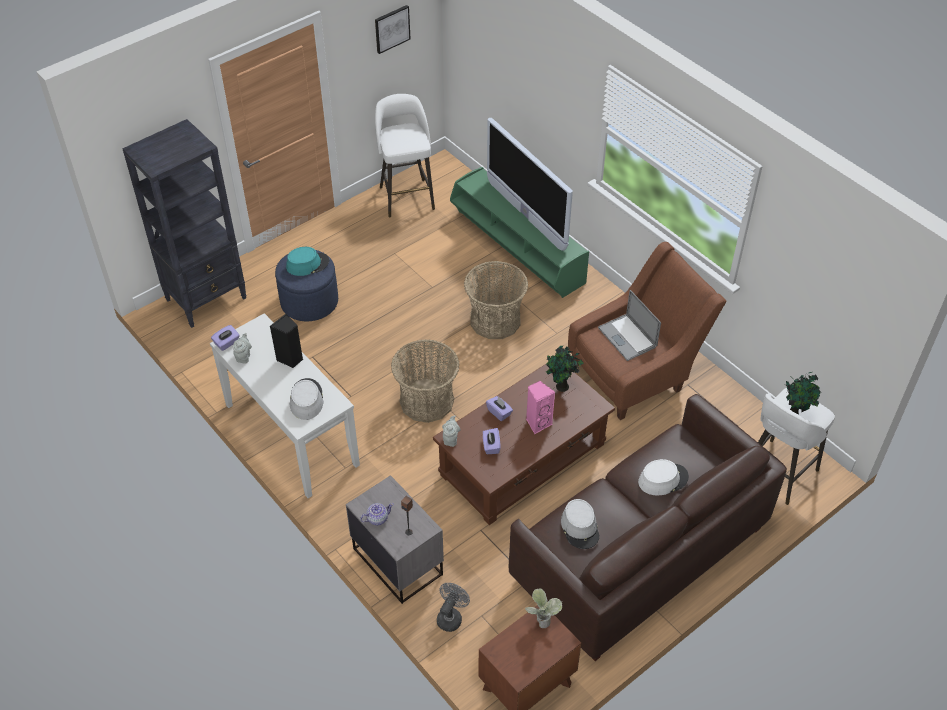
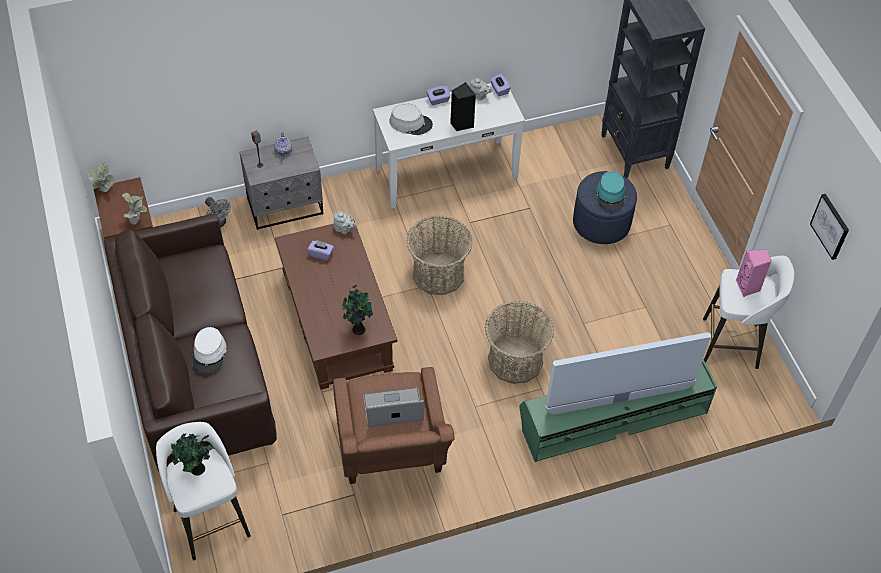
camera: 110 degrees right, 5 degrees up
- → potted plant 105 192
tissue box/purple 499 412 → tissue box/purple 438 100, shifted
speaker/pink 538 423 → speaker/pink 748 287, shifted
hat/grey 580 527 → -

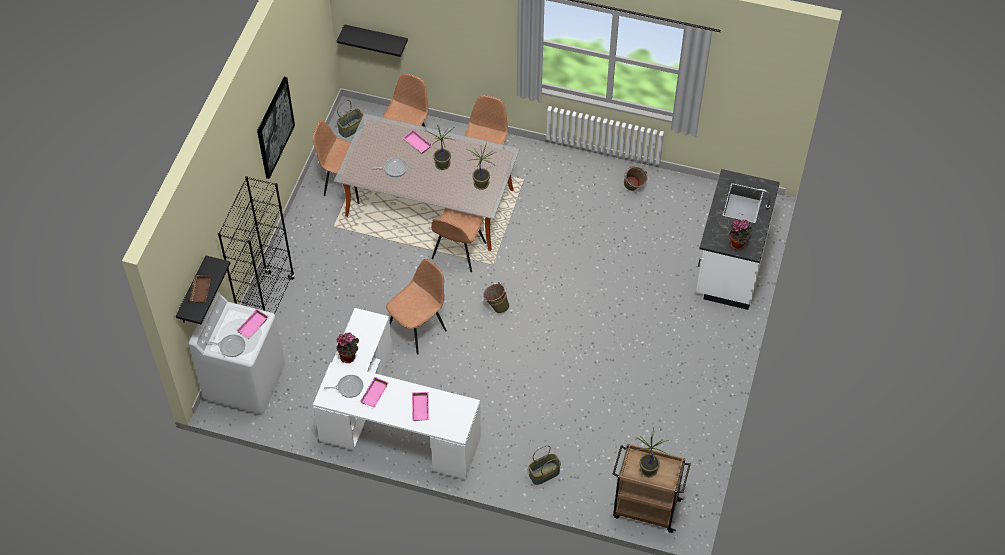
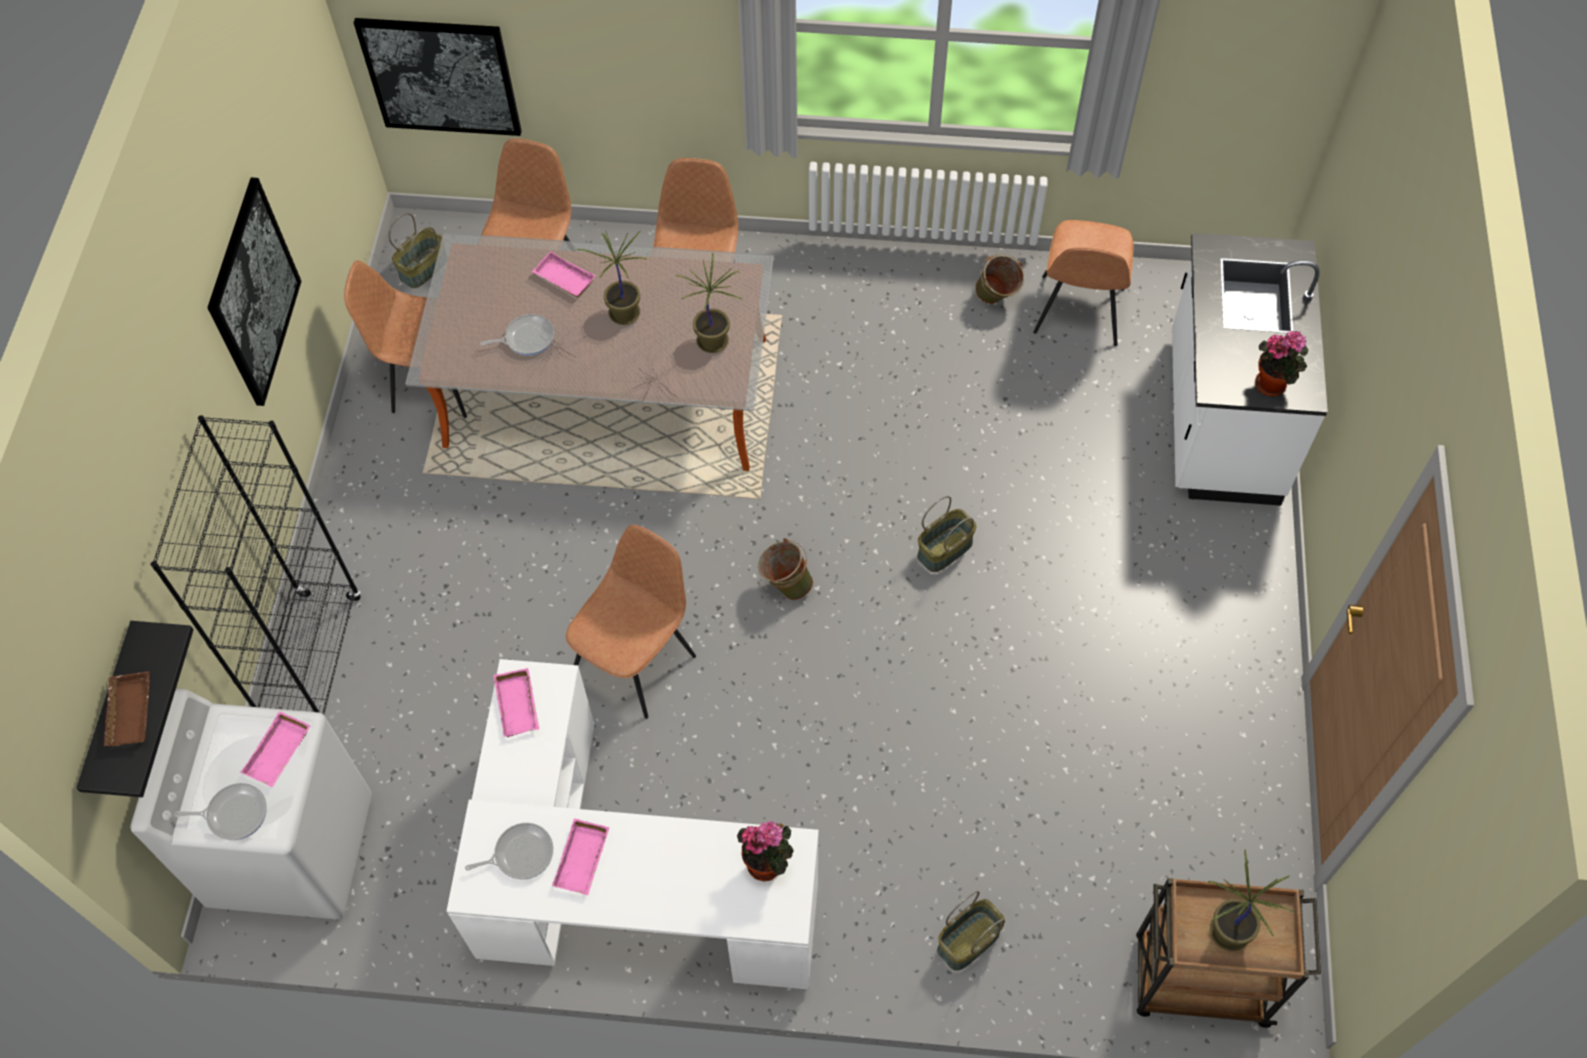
camera: 10 degrees left, 5 degrees up
shelf/black 376 38 → picture 441 76
tray/pink 421 408 → tray/pink 519 706, shifted
potted plant 349 356 → potted plant 768 863, shifted
- → basket 944 548
chair/brown 458 252 → chair/brown 1078 313, shifted

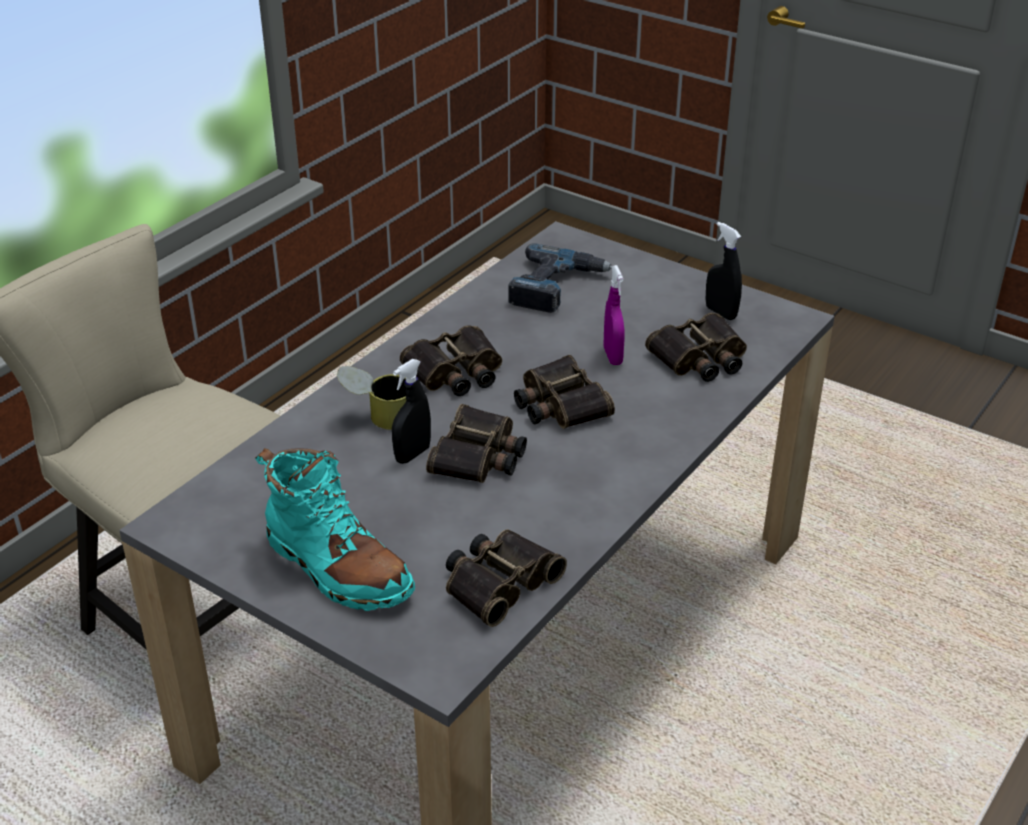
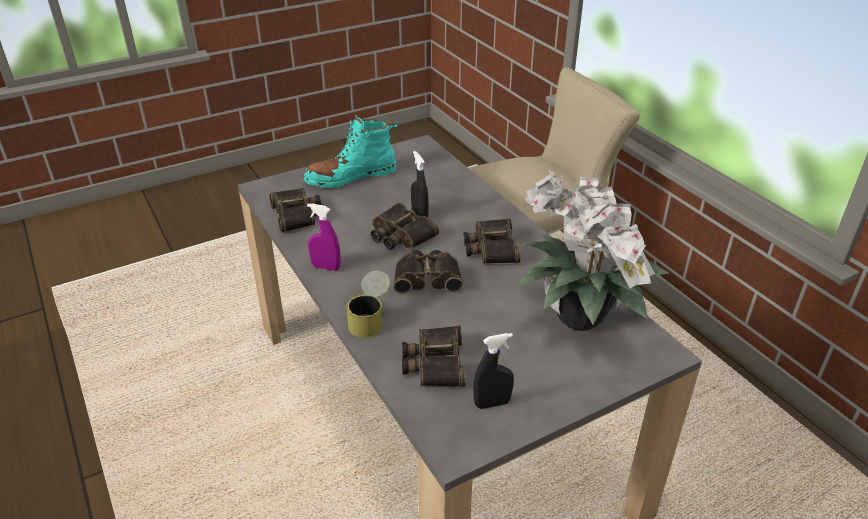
camera: 115 degrees right, 0 degrees up
spray bottle/purple 612 356 → spray bottle/purple 326 267, shifted
can 379 416 → can 370 319, shifted
power drill 556 287 → potted plant 580 323

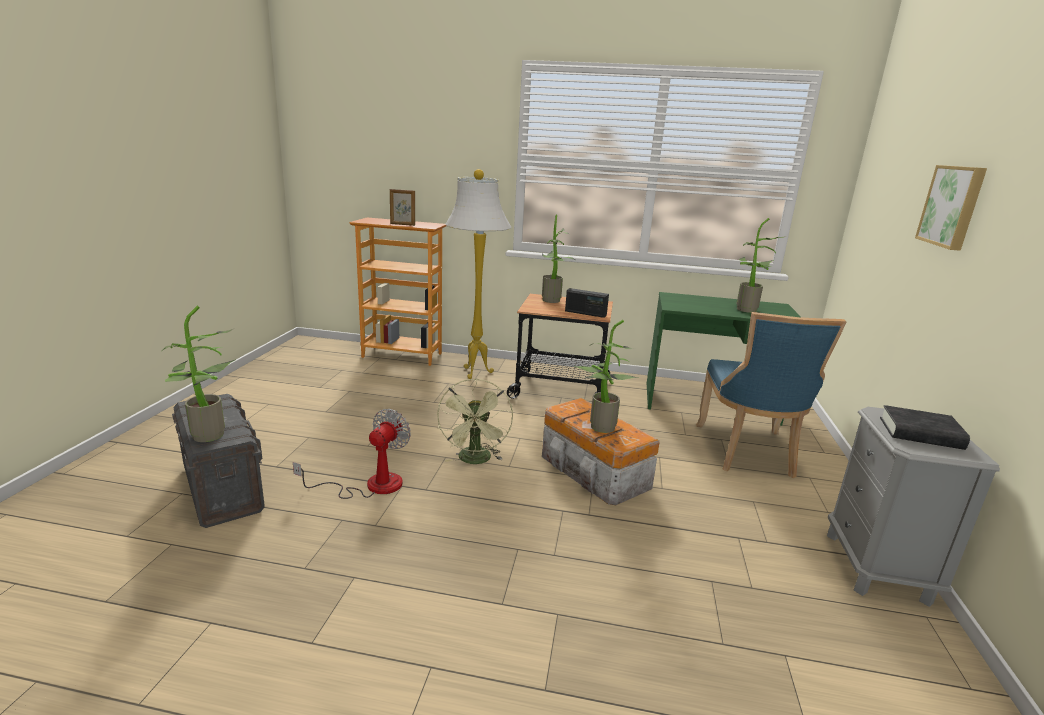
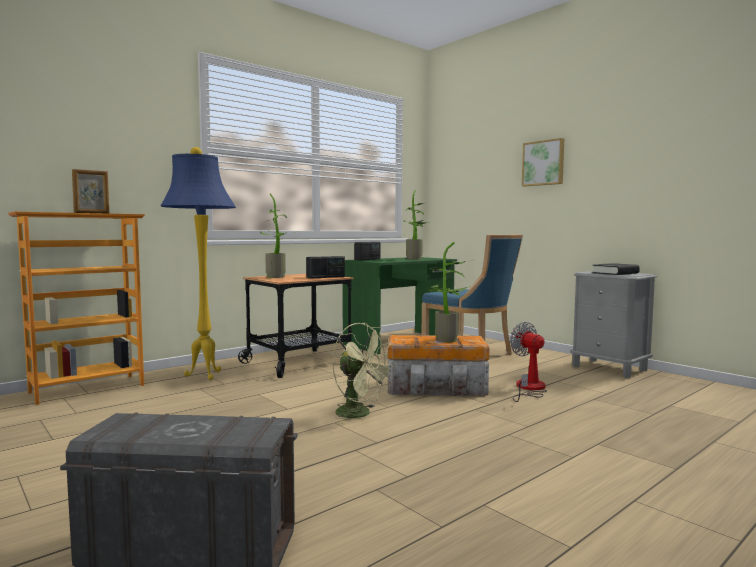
camera: 50 degrees left, 15 degrees down
floor lamp/white 474 373 → floor lamp/blue 203 376
- → radio 367 259
fan 370 485 → fan 529 389, shifted
potted plant 207 437 → -

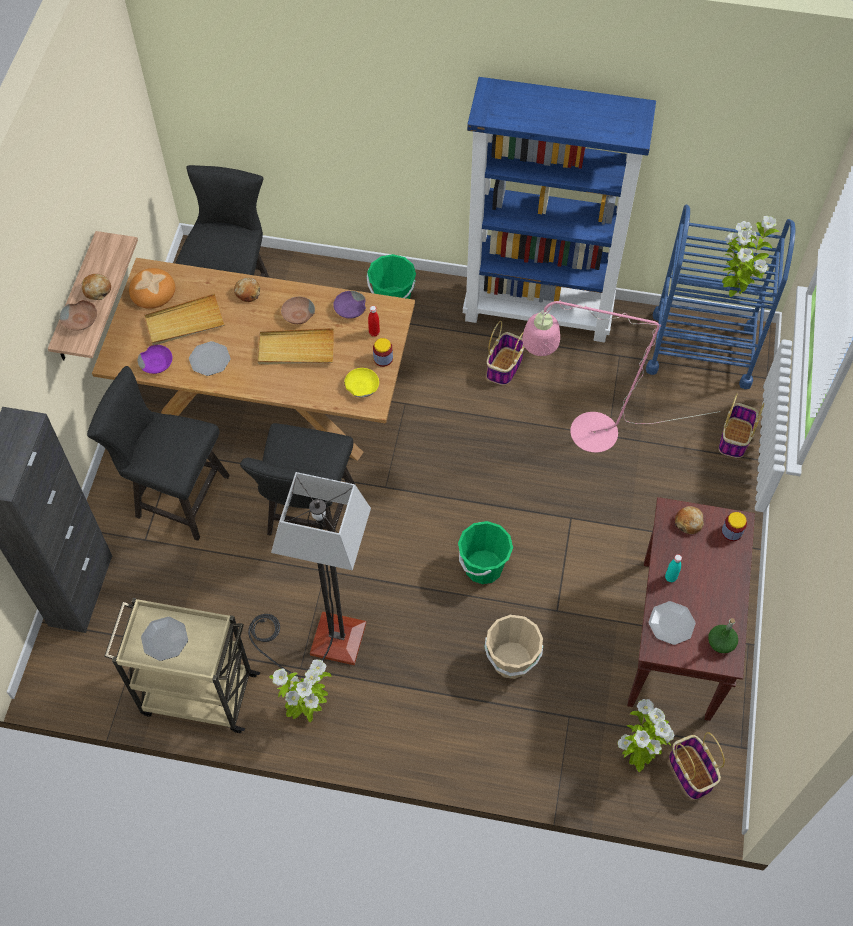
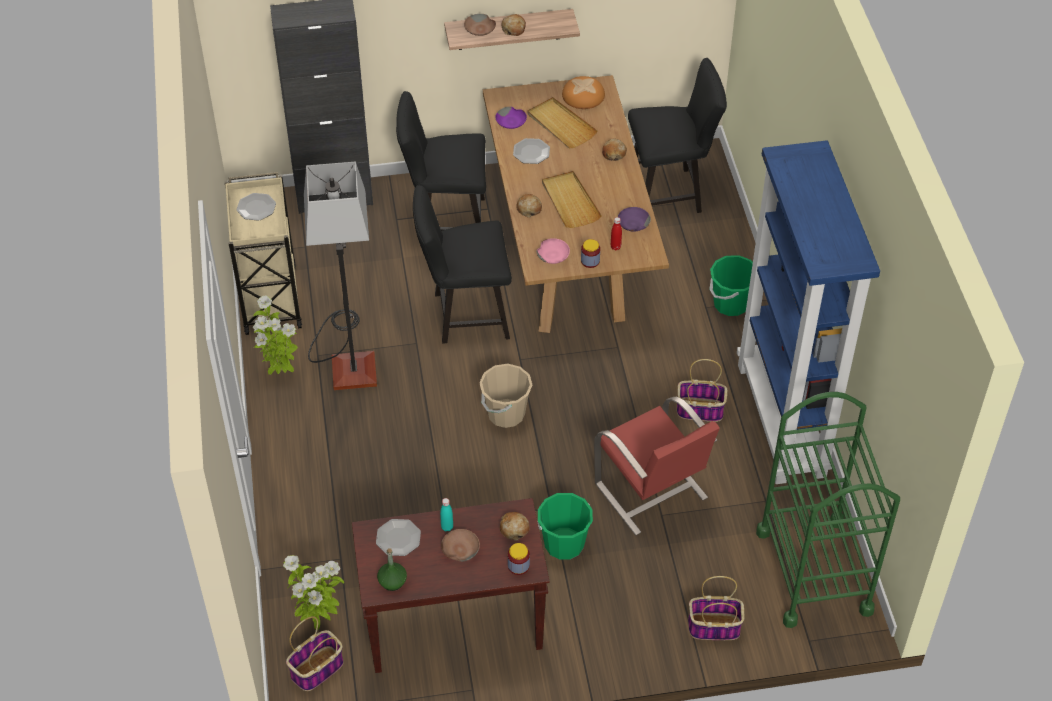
camera: 70 degrees right, 10 degrees down
chair/black 175 496 → chair/black 446 223, 90 degrees counterclockwise
bowl/brown 297 315 → bowl/brown 460 549, shifted
bucket/beige 511 660 → bucket/beige 506 413, shifted
- → bread 529 208
bowl/yellow 361 386 → bowl/pink 553 255
bucket/green 483 567 → bucket/green 564 544, shifted
floor lamp/pink 581 434 → chair/red 651 492
cart/blue 701 349 → cart/green 814 571
potted plant 734 291 → -

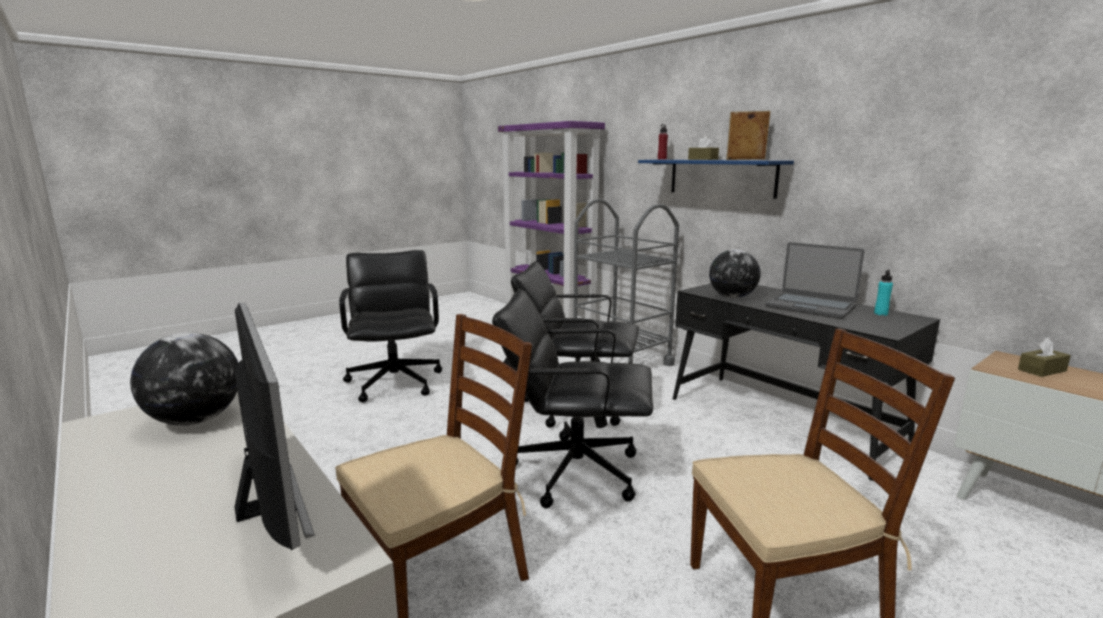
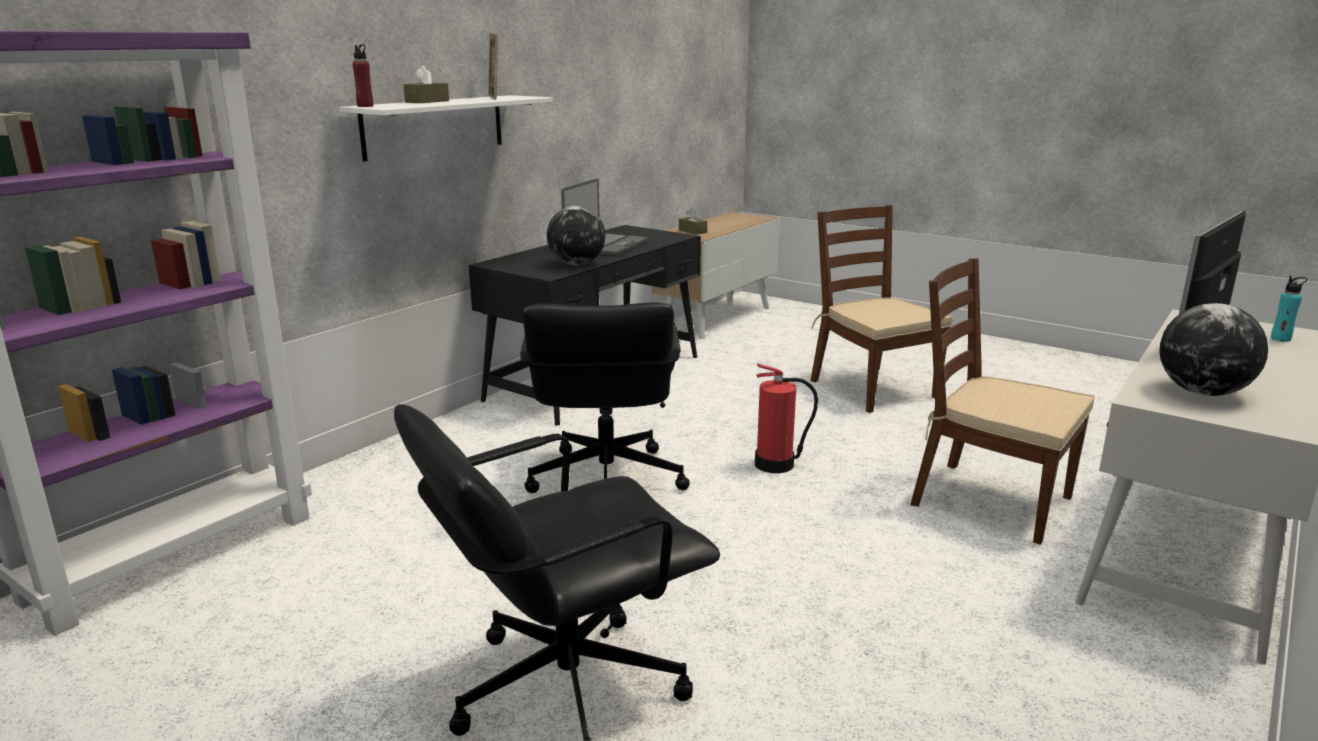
camera: 105 degrees left, 5 degrees up
shelf/blue 721 177 → shelf/white 434 126
office chair/black 574 471 → fire extinguisher 776 464
bottle/turquoise 880 314 → bottle/turquoise 1280 339, shifted
cart/grey 621 360 → -

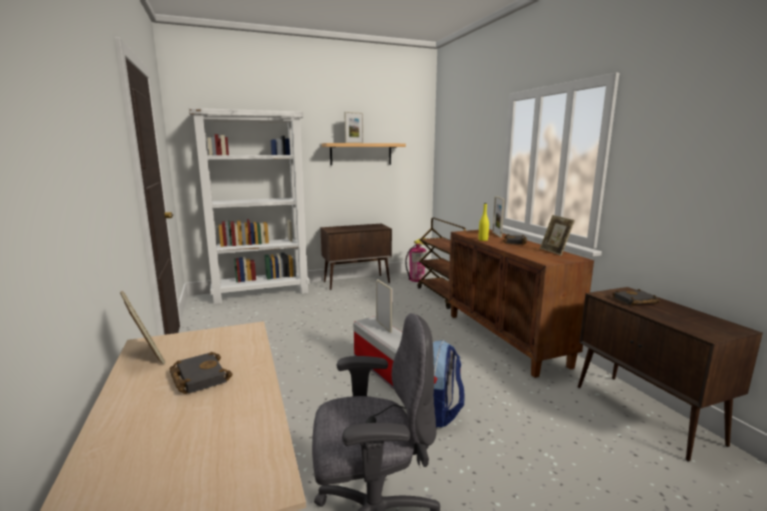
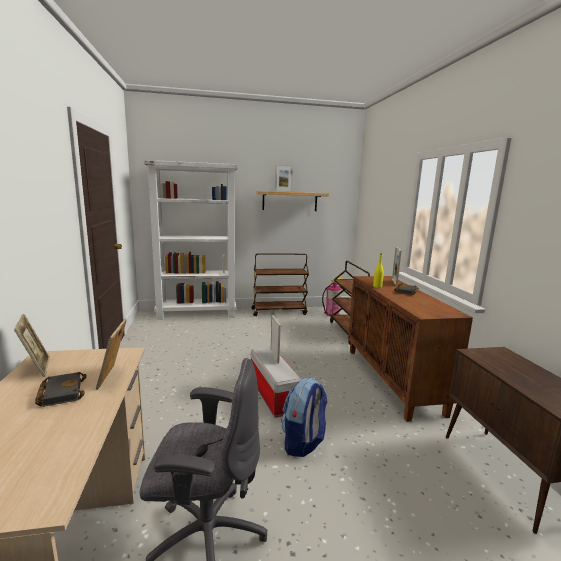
camera: 10 degrees right, 0 degrees up
picture frame 554 251 → picture frame 114 377, shifted
cabinet/brown 357 282 → cart/brown 279 311
book/black 635 301 → -

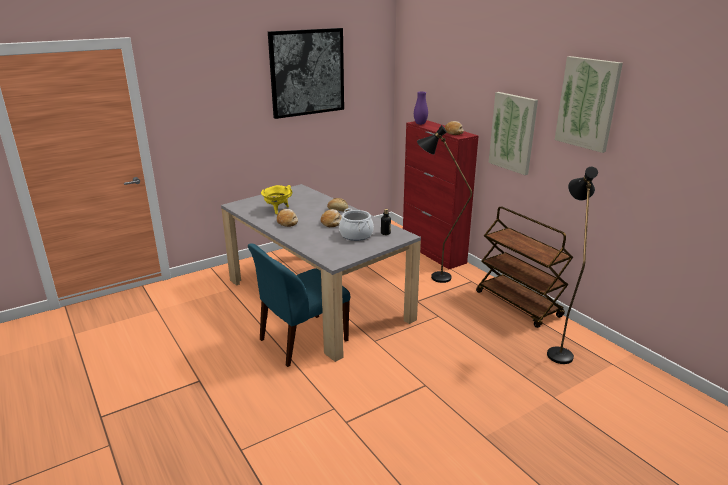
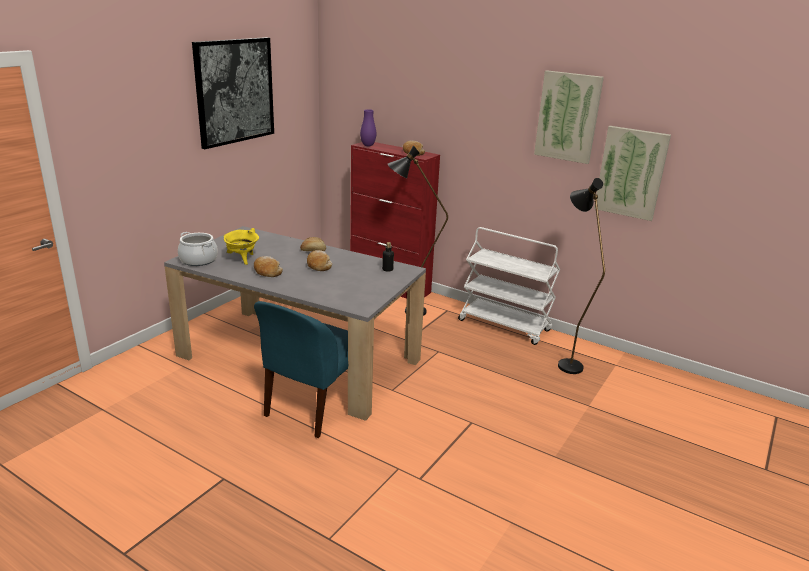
camera: 25 degrees left, 0 degrees up
cooking pot 356 235 → cooking pot 198 260, shifted
cart/brown 518 304 → cart/white 505 325
picture 513 132 → picture 631 173, shifted

